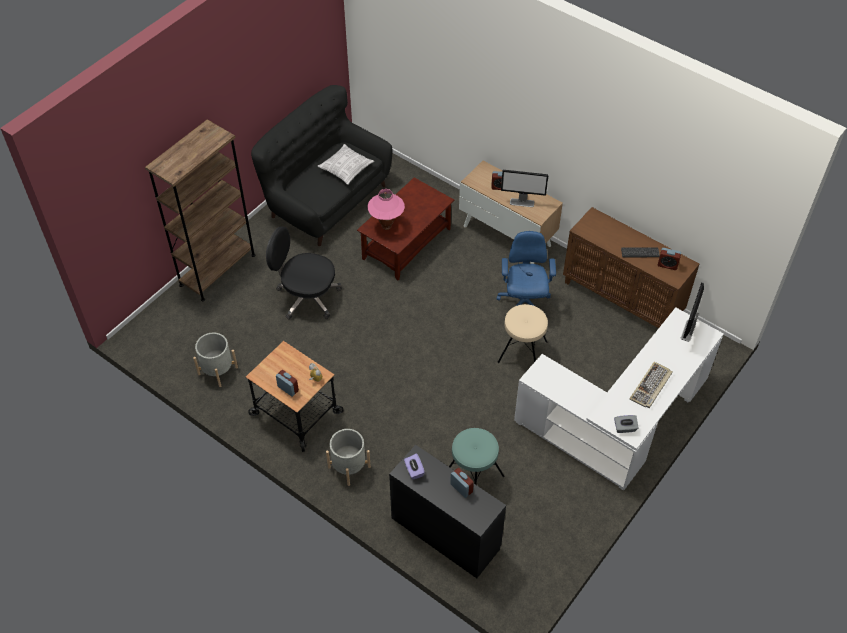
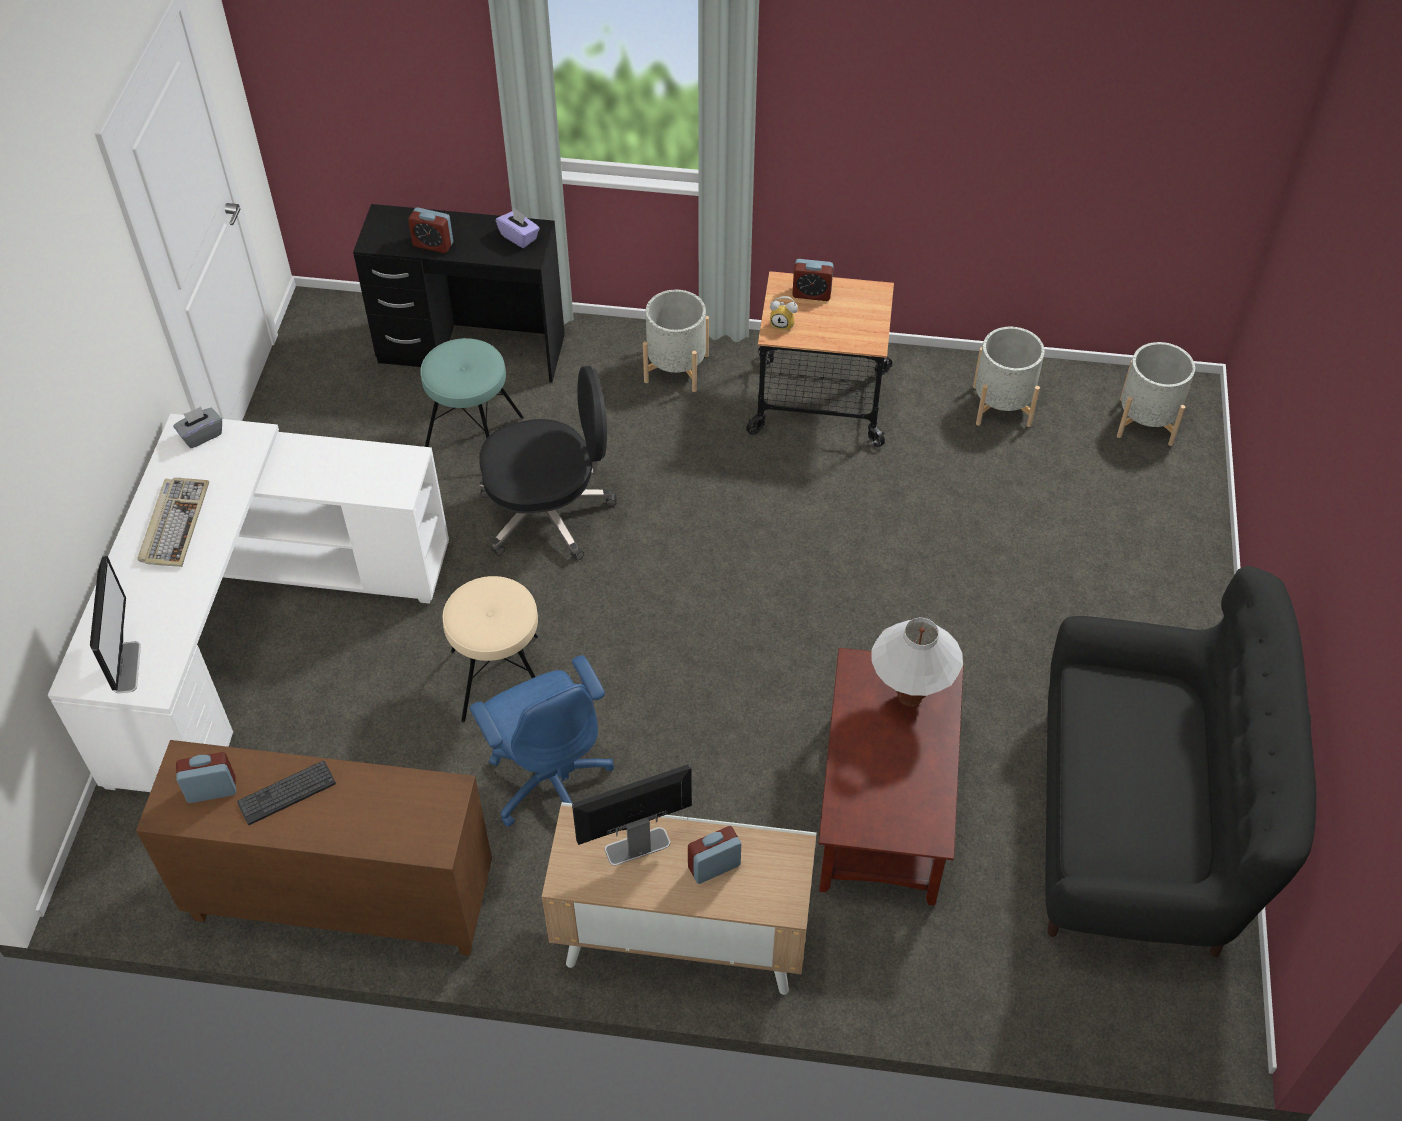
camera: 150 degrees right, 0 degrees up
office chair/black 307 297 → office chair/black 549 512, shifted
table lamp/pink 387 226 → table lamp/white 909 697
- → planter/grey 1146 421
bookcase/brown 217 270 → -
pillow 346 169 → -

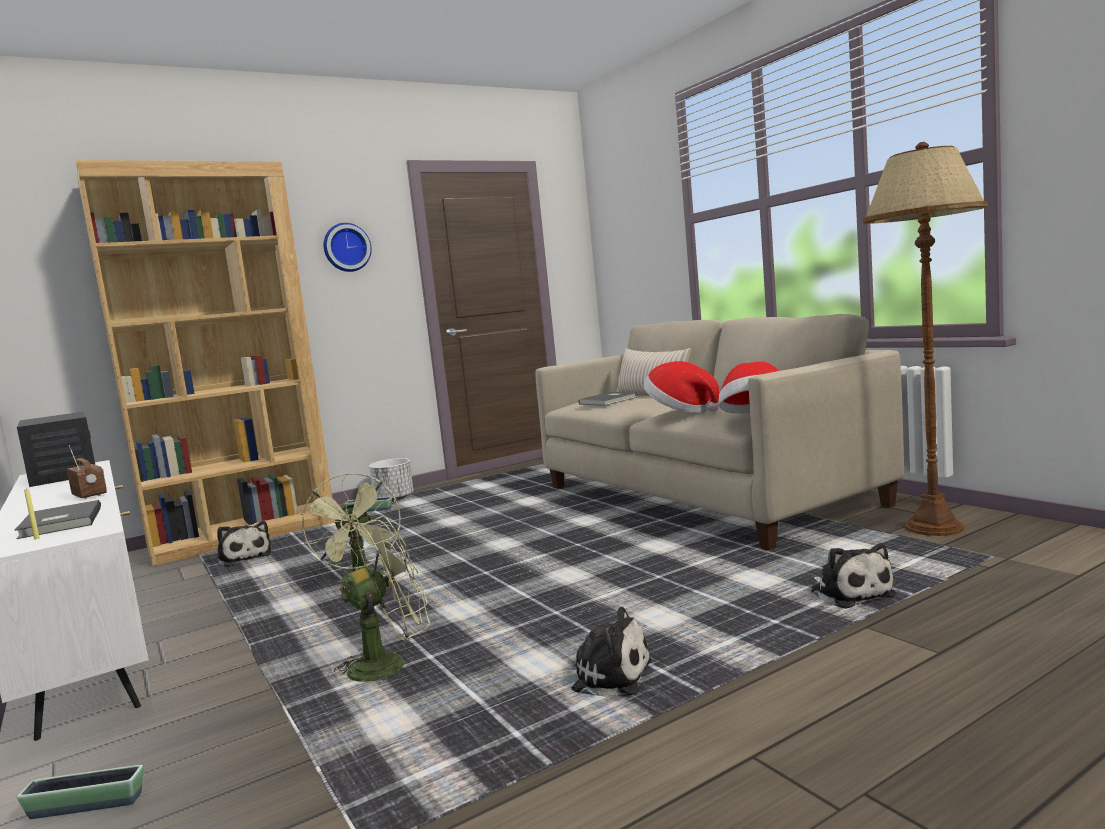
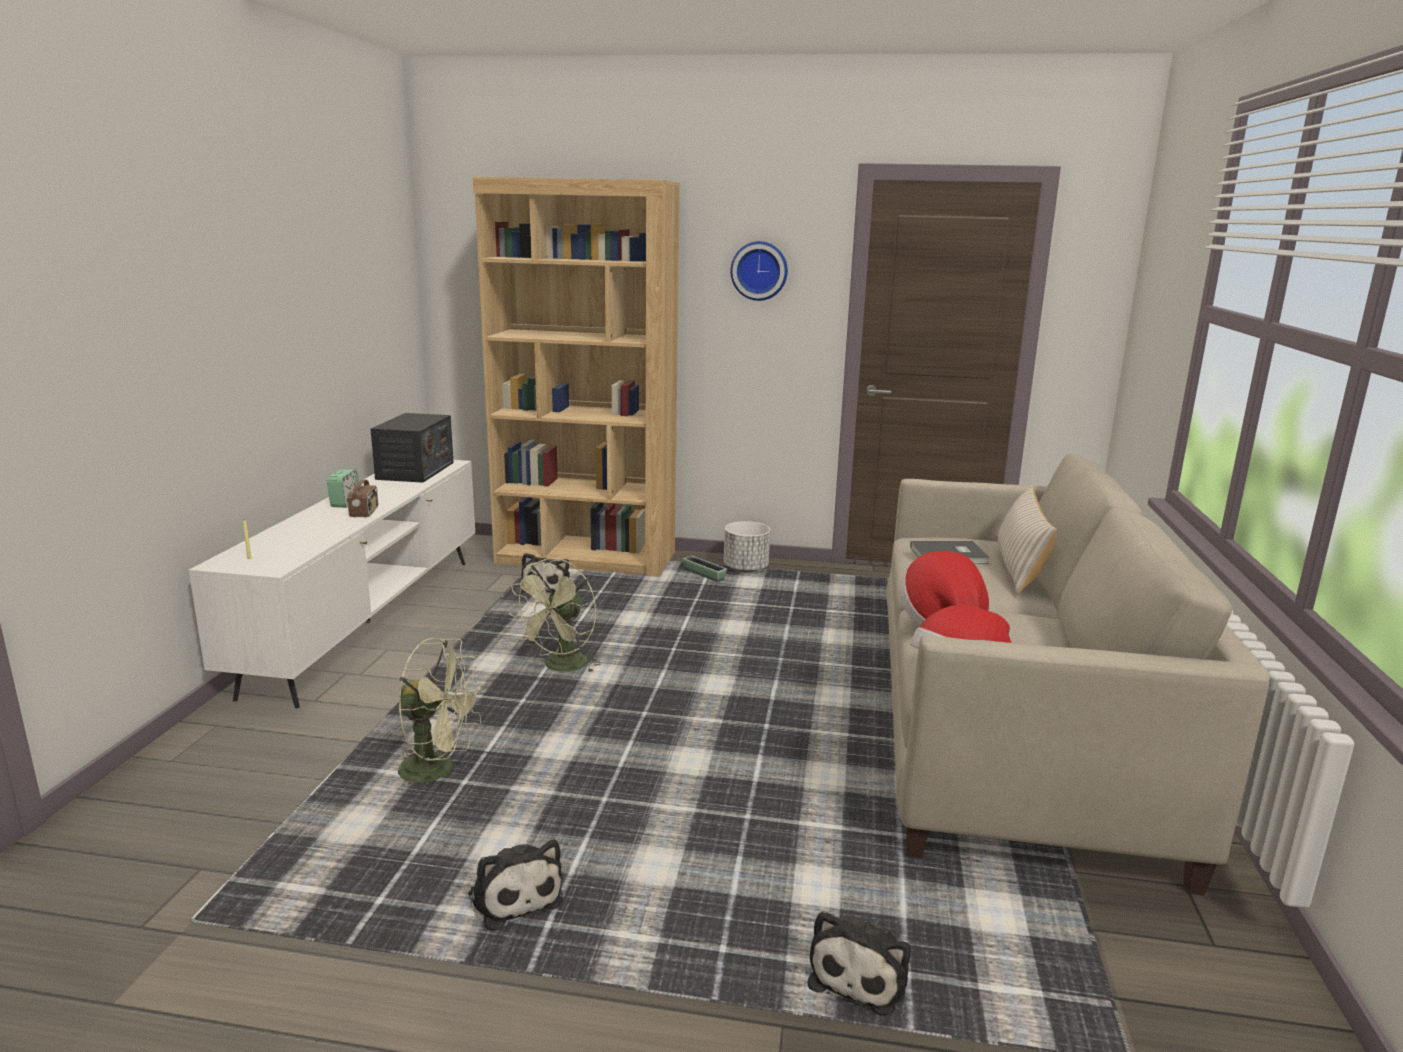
camera: 40 degrees right, 10 degrees up
- → alarm clock 345 503
book/grey 58 523 → -
planter 86 806 → -
floor lamp/brown 934 527 → -

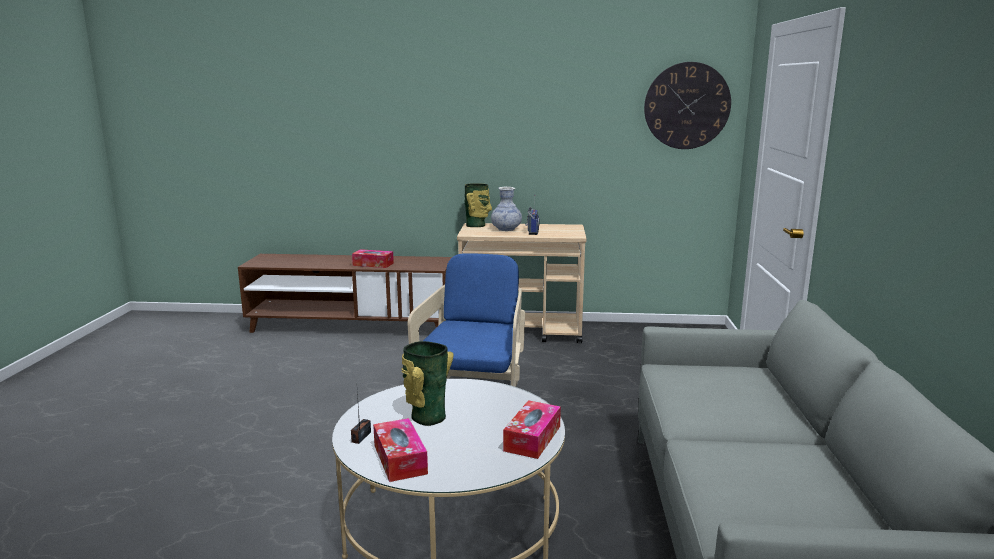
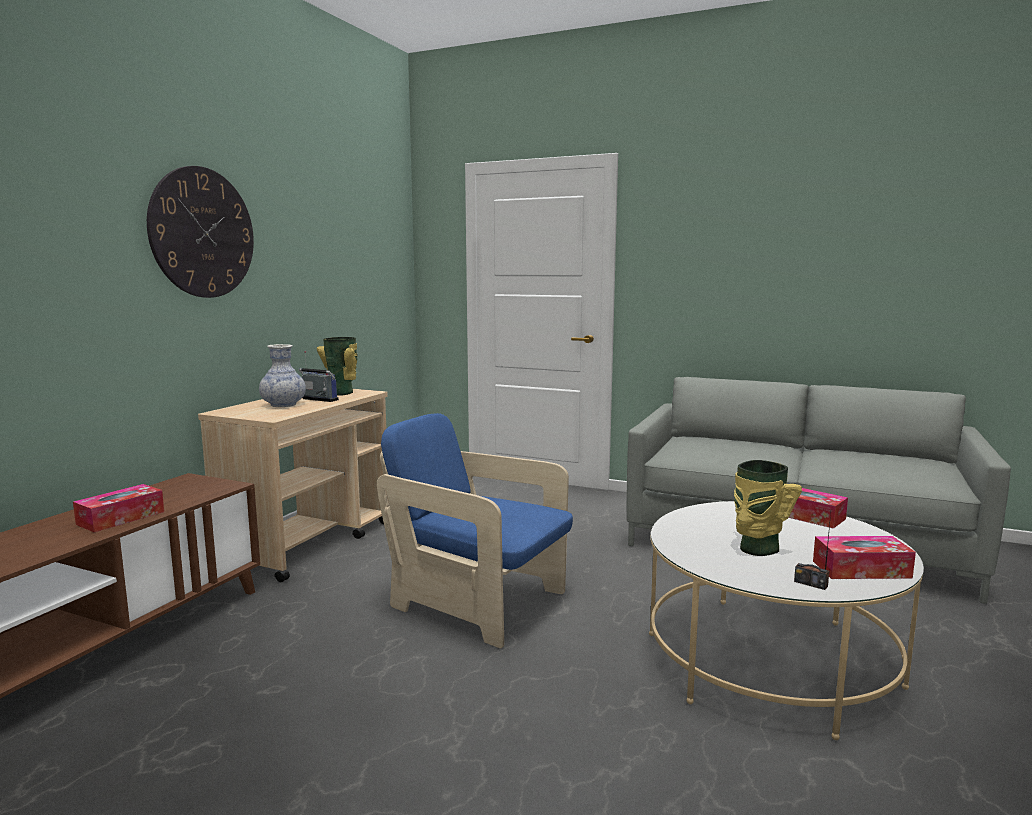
camera: 70 degrees left, 5 degrees down
wall clock 687 106 → wall clock 202 233, shifted
vase 477 225 → vase 342 393, shifted

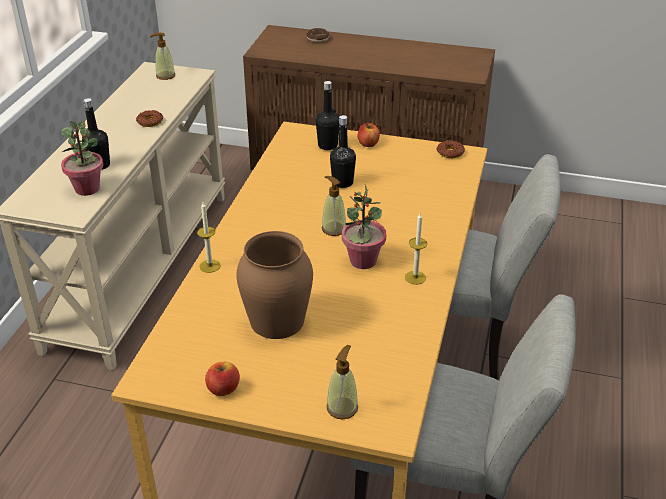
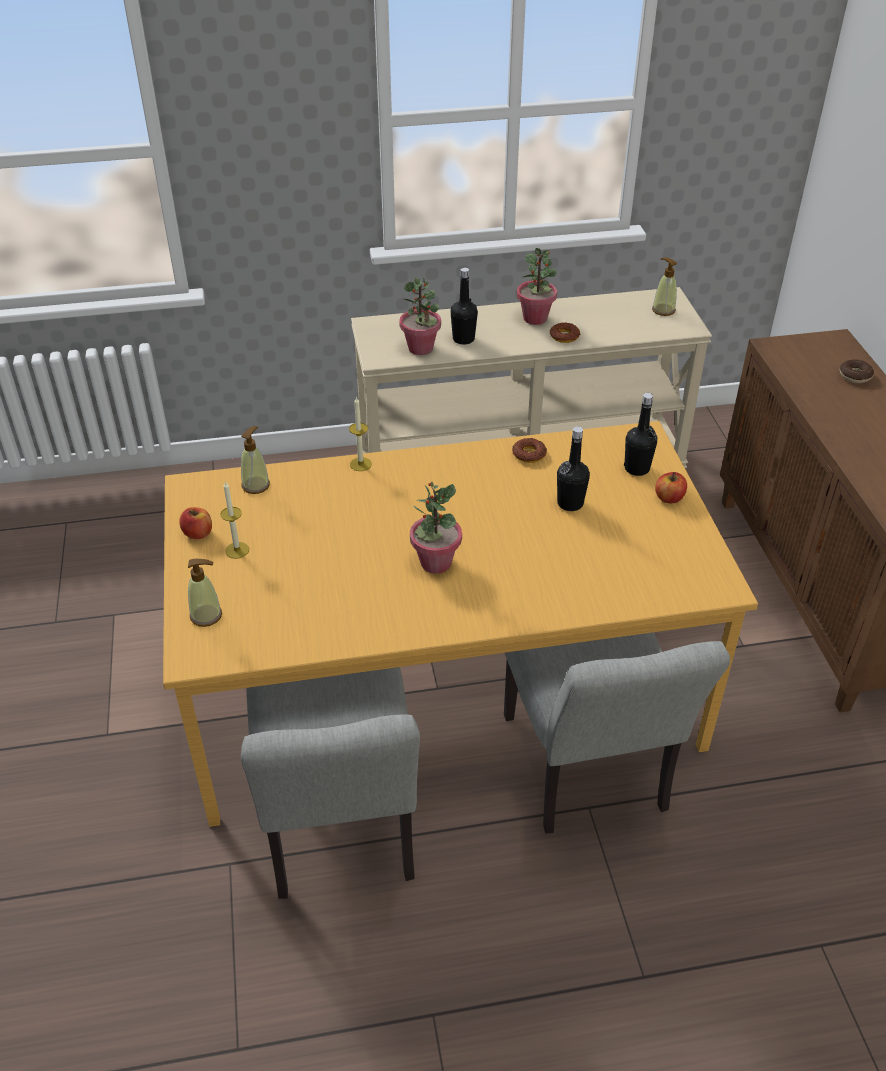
camera: 65 degrees right, 5 degrees up
candle 415 277 → candle 237 550, shifted
soap dispenser 333 229 → soap dispenser 256 485, shifted
donut 450 152 → donut 529 454, shifted
- → potted plant 535 318
vase/brown 277 321 → -

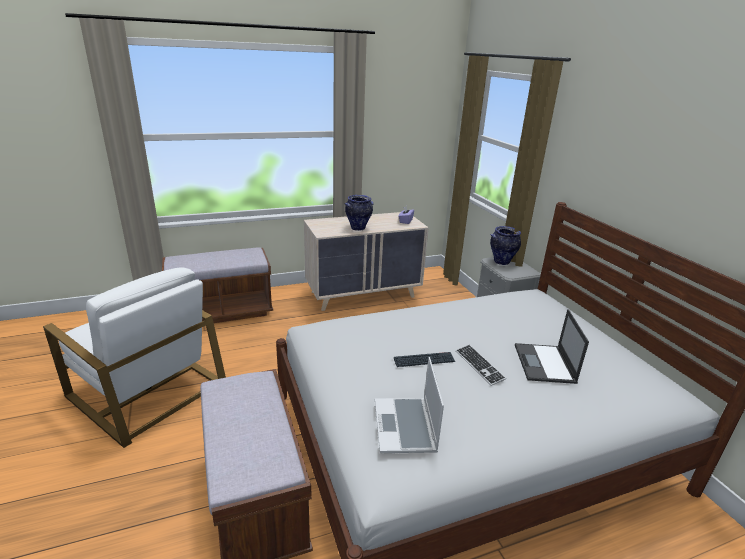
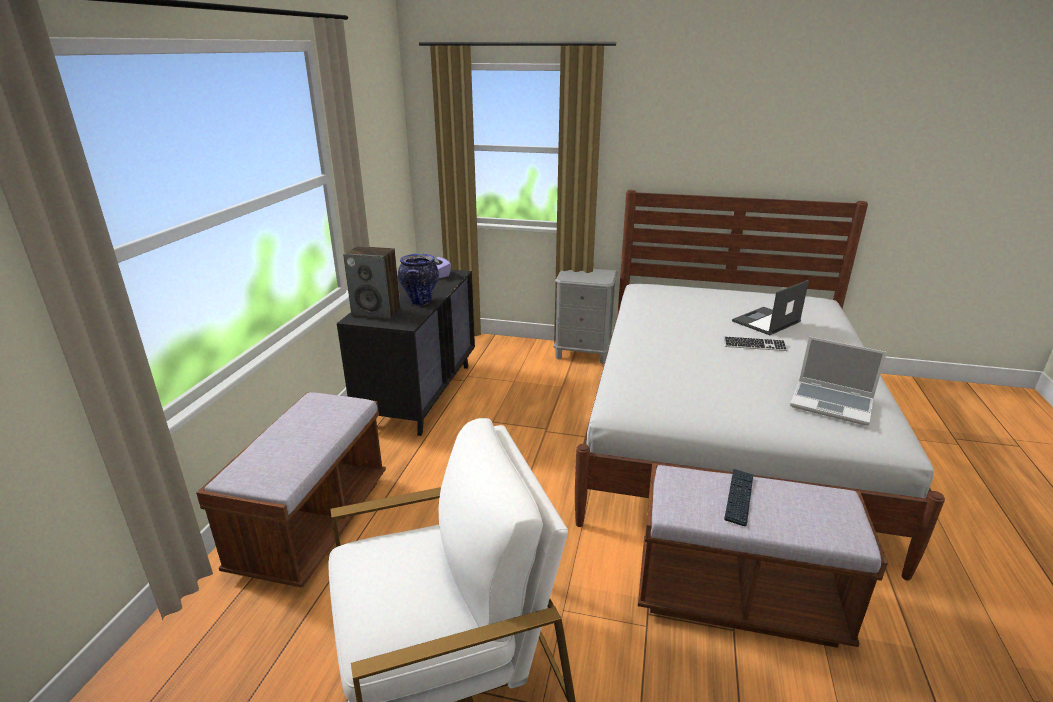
camera: 55 degrees left, 0 degrees up
dresser/beige 363 294 → dresser/black 420 394
- → speaker 377 312
keyboard 424 360 → keyboard 739 497, shifted
laptop 544 364 → laptop 766 322, 105 degrees clockwise
vase 502 262 → -

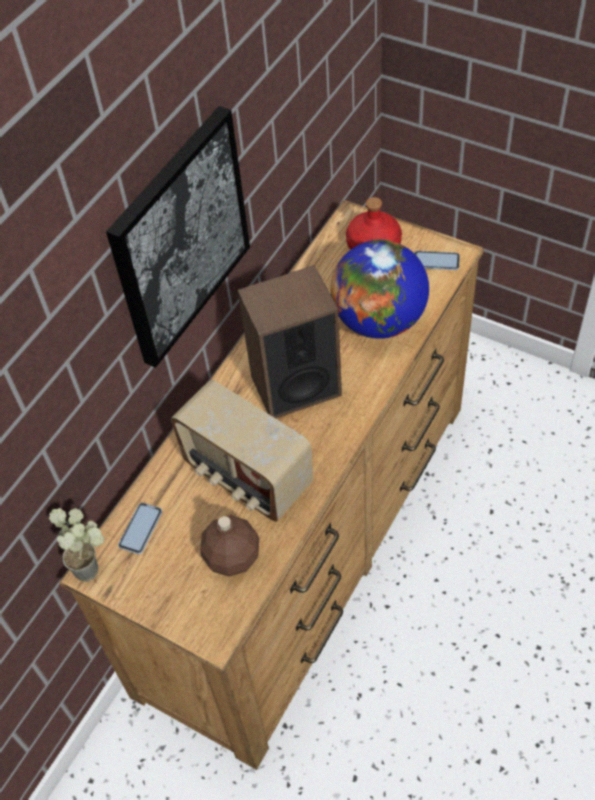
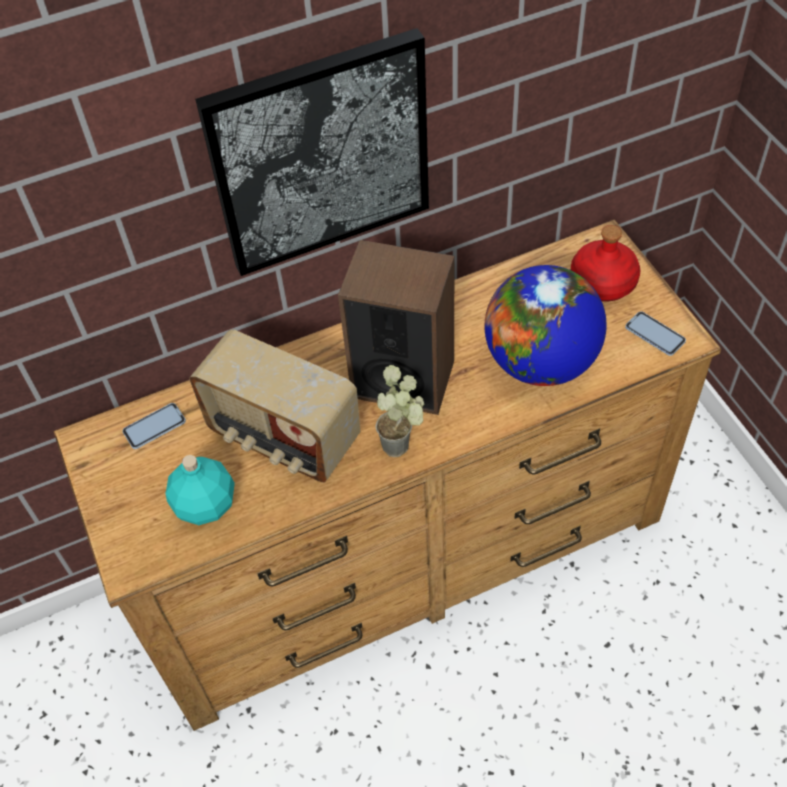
camera: 35 degrees right, 0 degrees up
bottle/brown 233 557 → bottle/turquoise 206 505
radio 246 477 → radio 283 438, 45 degrees counterclockwise
potted plant 94 567 → potted plant 404 447, shifted

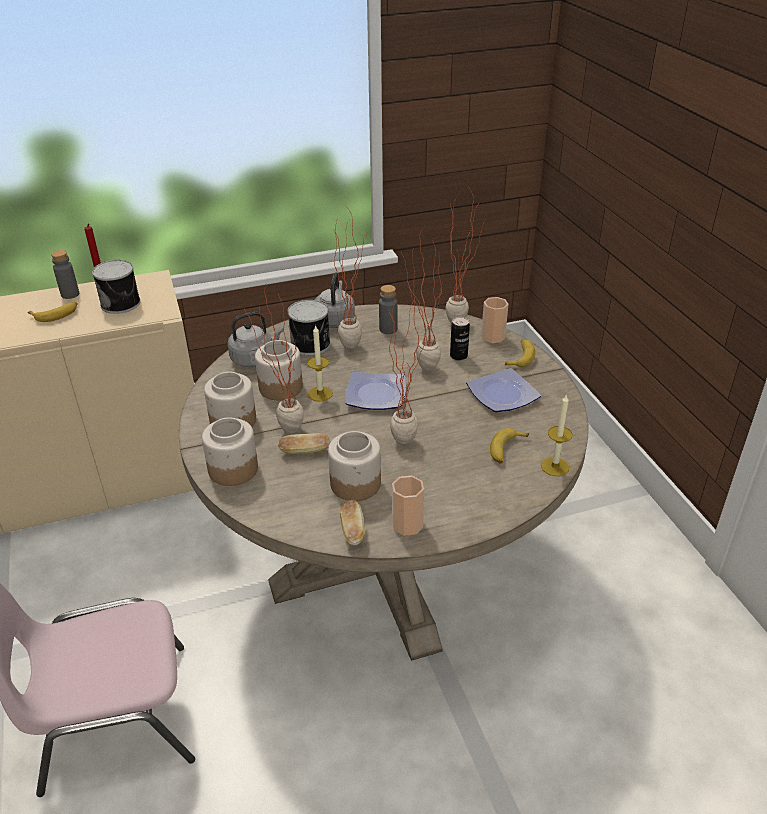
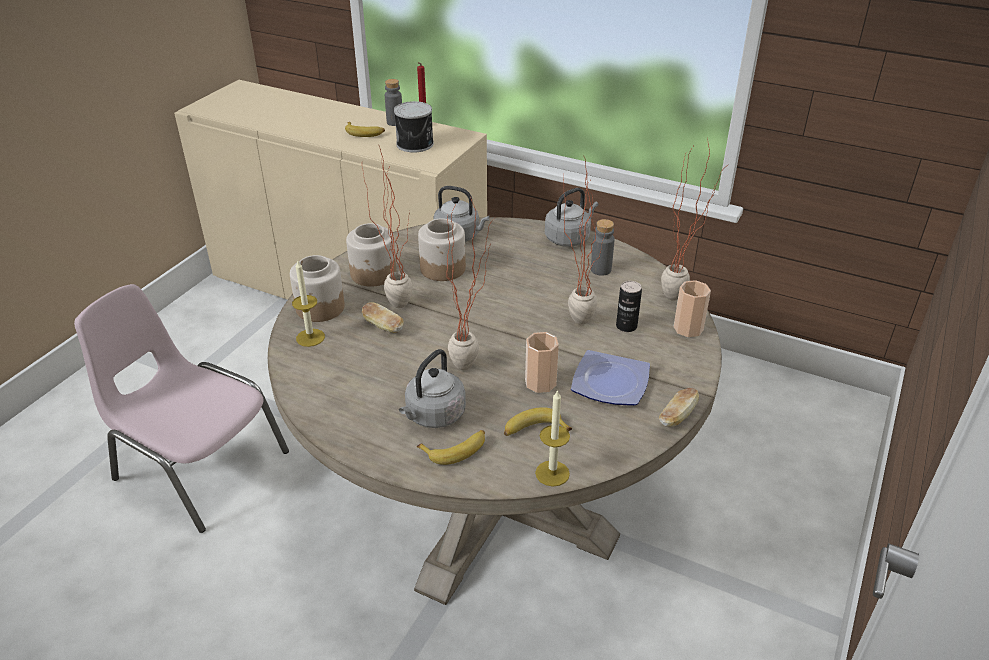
camera: 45 degrees right, 0 degrees up
candle 320 394 → candle 310 337, shifted
- → kettle/grey 433 416
banana 520 357 → banana 456 450, shifted
cup 407 524 → cup 540 383, shifted
bread 352 531 → bread 677 416, shifted
can 311 344 → -
jar 356 483 → -
potted plant 354 343 → -
plate 377 395 → -

